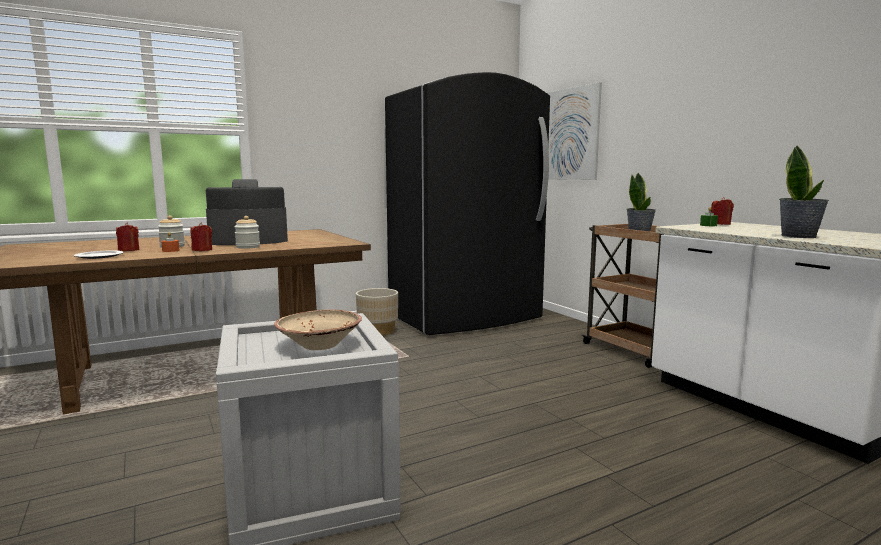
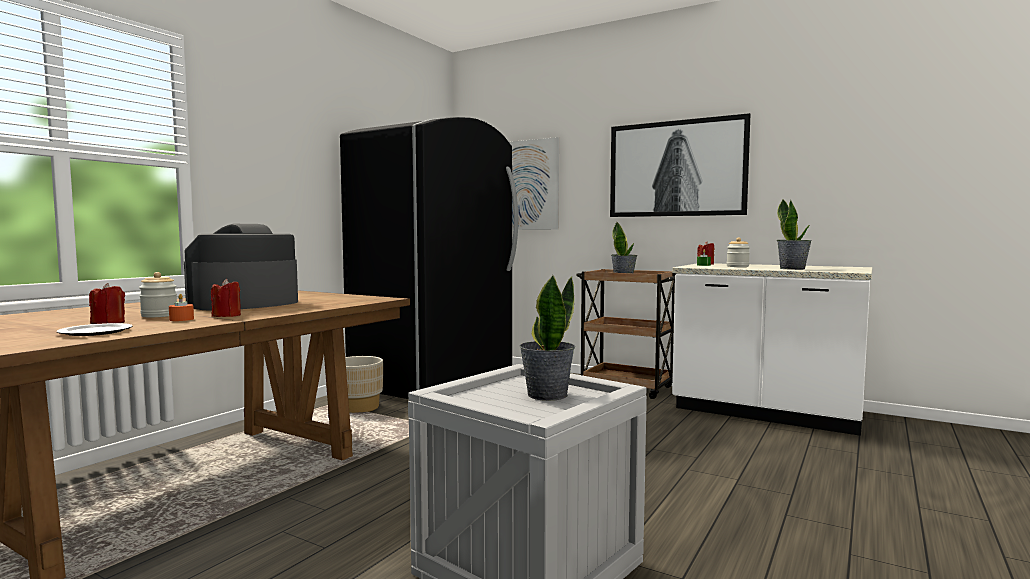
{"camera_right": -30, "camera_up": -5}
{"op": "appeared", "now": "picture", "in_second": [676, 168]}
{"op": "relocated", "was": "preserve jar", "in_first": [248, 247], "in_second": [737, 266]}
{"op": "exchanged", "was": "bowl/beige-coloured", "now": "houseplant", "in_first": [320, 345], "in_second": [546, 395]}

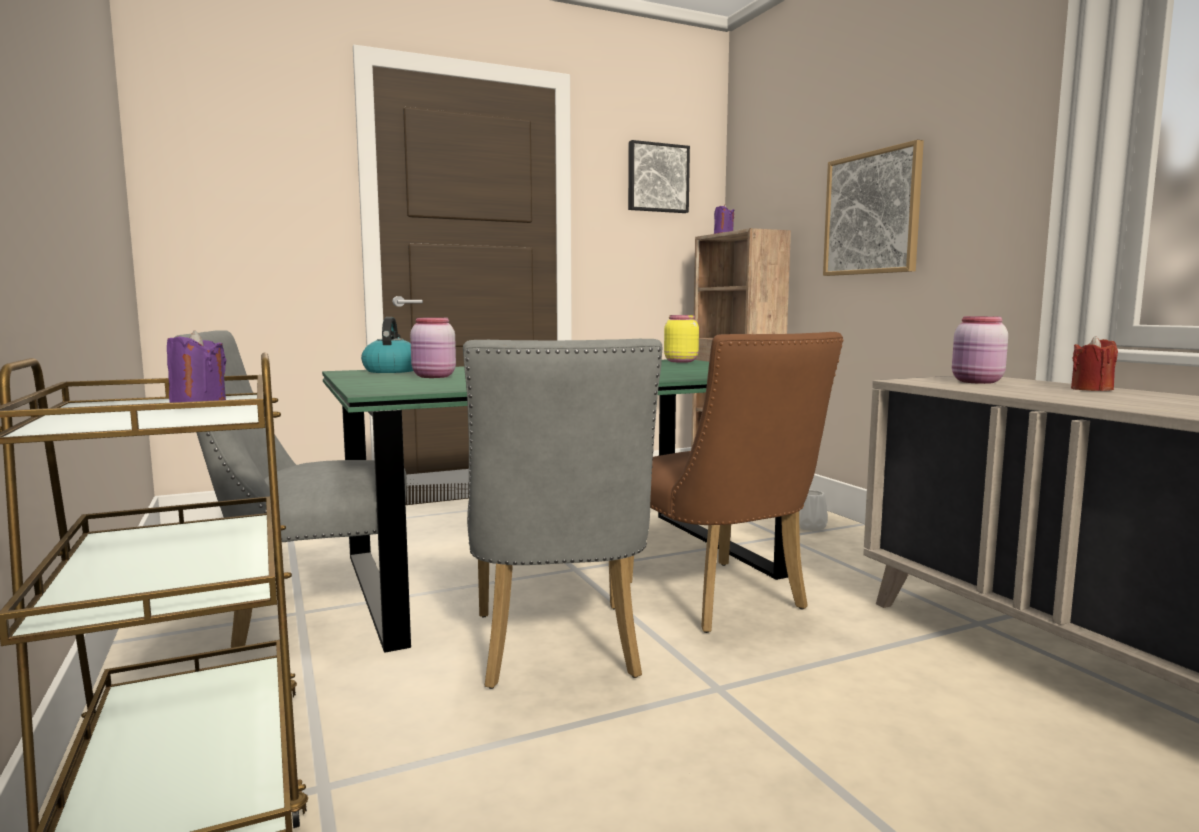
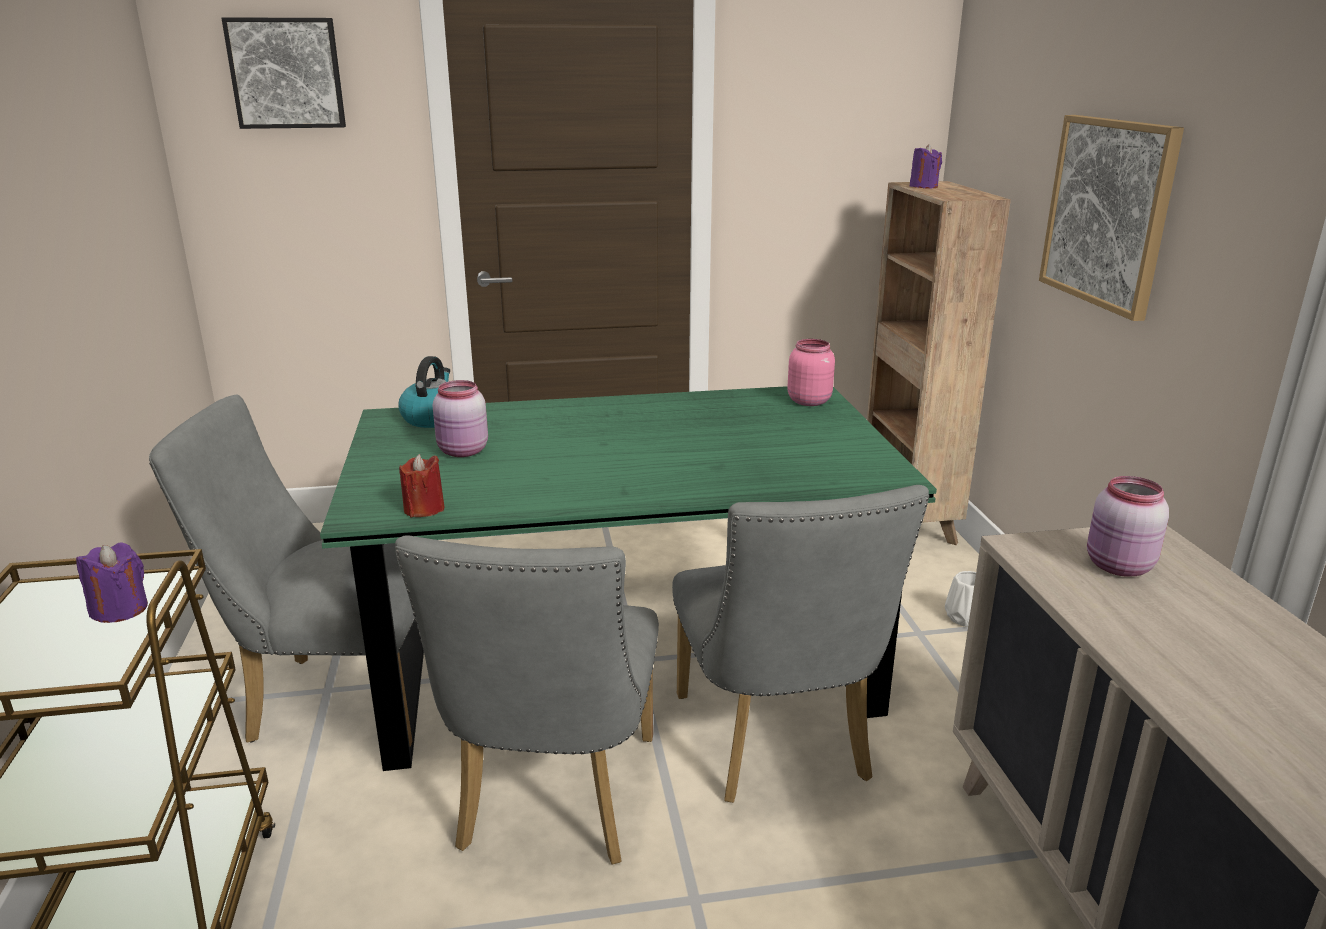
{"camera_right": 15, "camera_up": 15}
{"op": "relocated", "was": "picture", "in_first": [657, 178], "in_second": [286, 73]}
{"op": "relocated", "was": "wax candle/red-coloured", "in_first": [1091, 389], "in_second": [424, 509]}
{"op": "colour", "was": "chair/brown", "now": "chair/greyish", "in_first": [721, 600], "in_second": [776, 747]}
{"op": "colour", "was": "preserve jar/yellow", "now": "preserve jar/pinkish", "in_first": [680, 361], "in_second": [808, 401]}

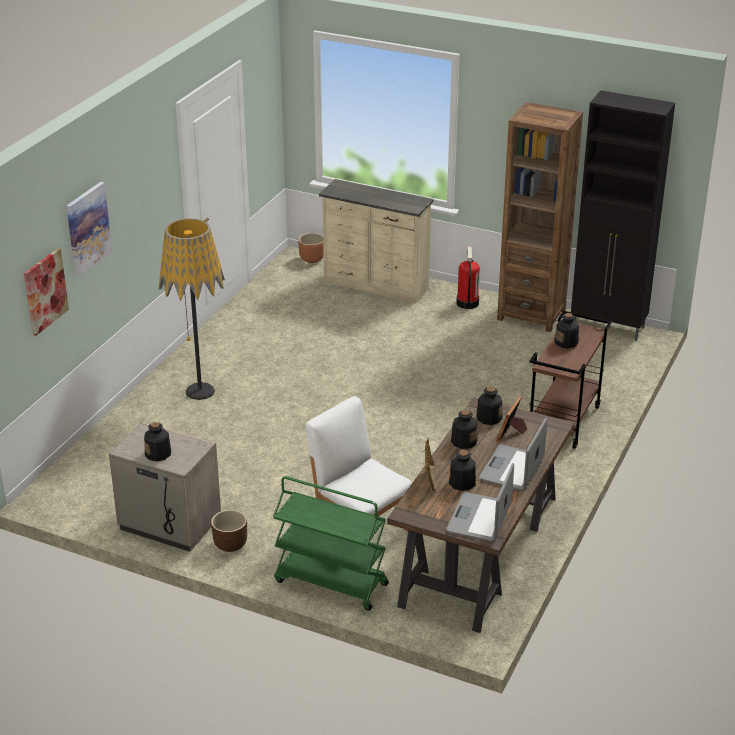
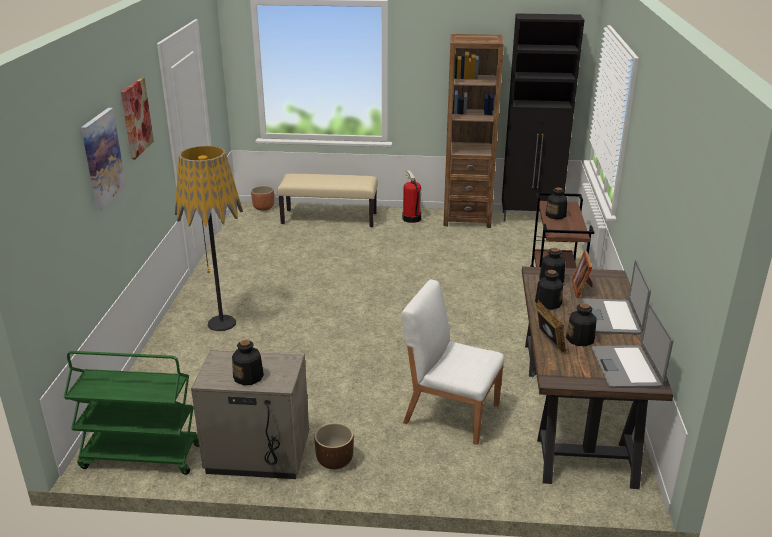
{"camera_right": -20, "camera_up": -5}
{"op": "relocated", "was": "picture", "in_first": [45, 291], "in_second": [136, 118]}
{"op": "relocated", "was": "trolley/greenish", "in_first": [330, 583], "in_second": [140, 456]}
{"op": "exchanged", "was": "drawer chest/beige-coloured", "now": "long seat/beige-coloured", "in_first": [376, 286], "in_second": [329, 218]}

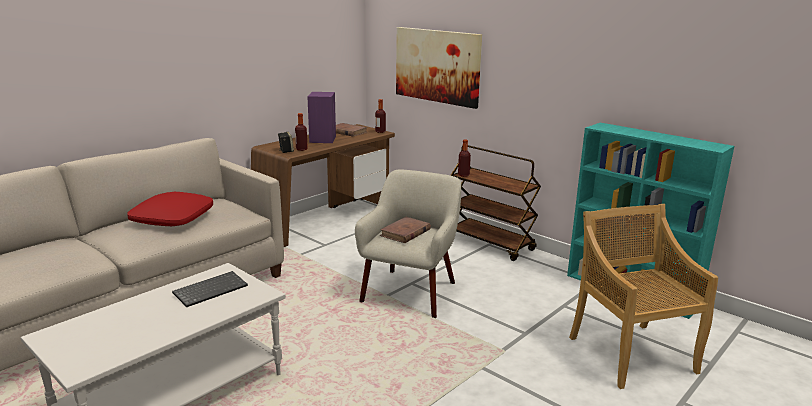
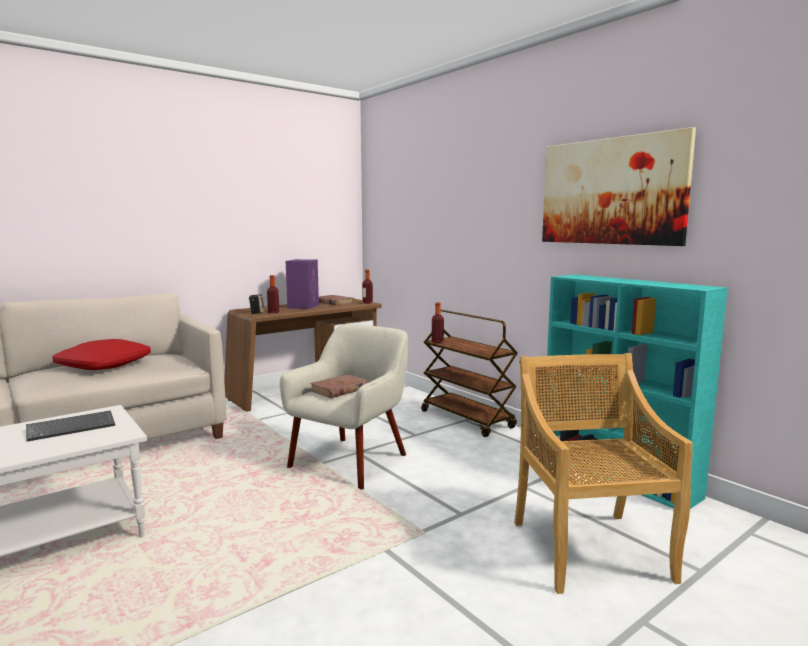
{"camera_right": 10, "camera_up": -10}
{"op": "relocated", "was": "picture", "in_first": [437, 66], "in_second": [611, 191]}

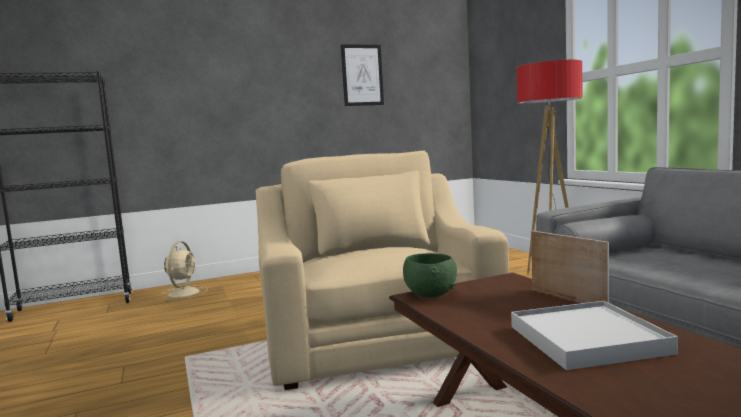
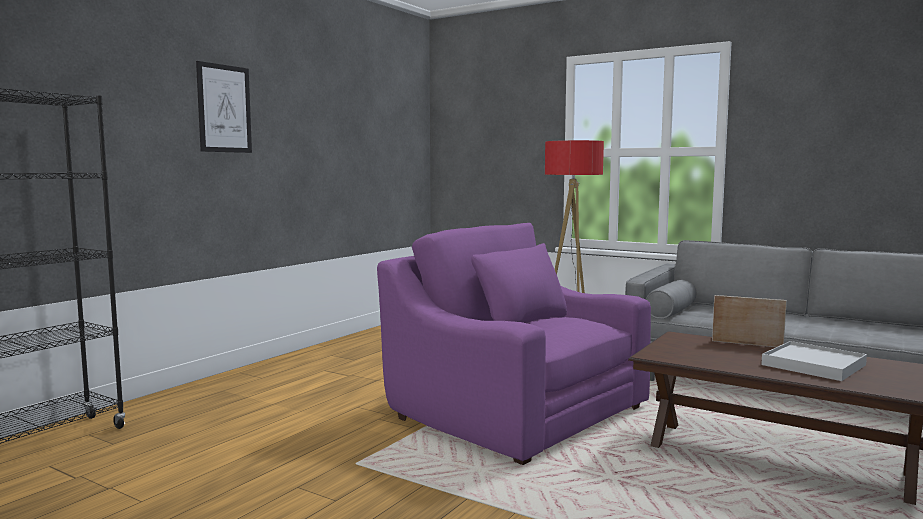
{"camera_right": -35, "camera_up": 0}
{"op": "missing", "was": "cooling fan/beige-coloured", "in_first": [184, 293]}
{"op": "missing", "was": "bowl/greenish", "in_first": [430, 294]}
{"op": "relocated", "was": "picture", "in_first": [362, 75], "in_second": [224, 108]}
{"op": "colour", "was": "easy chair/beige-coloured", "now": "easy chair/purple-coloured", "in_first": [376, 338], "in_second": [515, 411]}

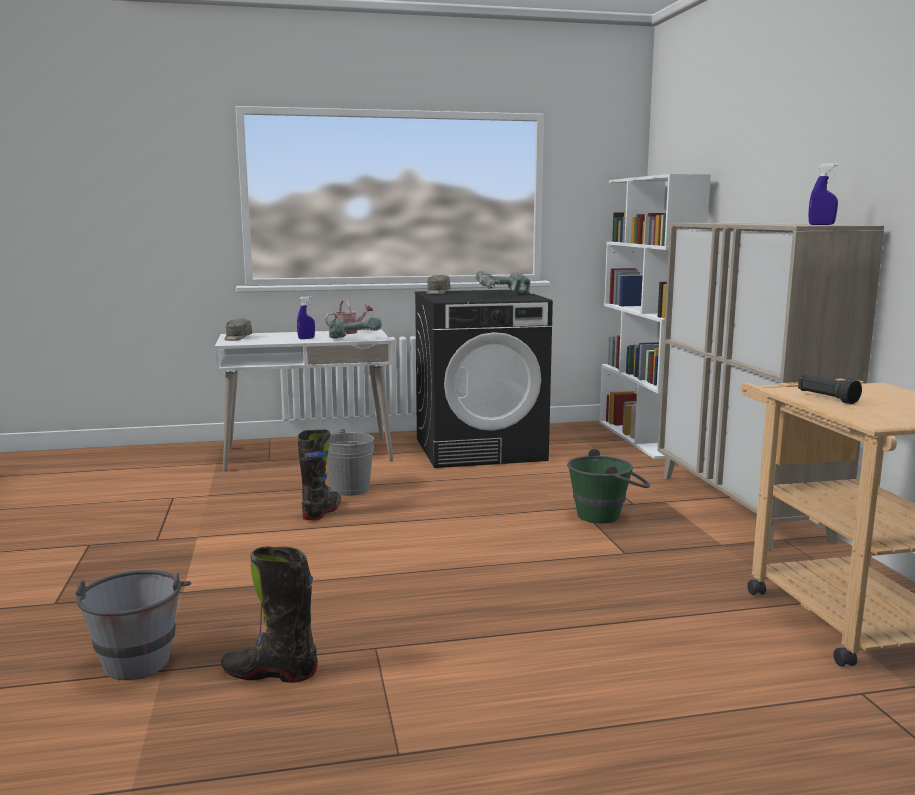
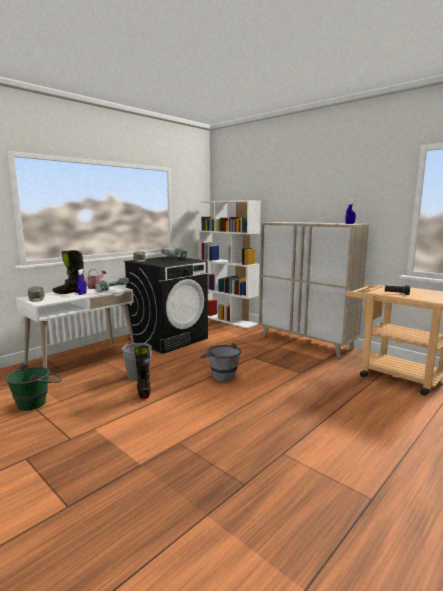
{"camera_right": -35, "camera_up": 0}
{"op": "relocated", "was": "bucket/greyish", "in_first": [138, 656], "in_second": [220, 375]}
{"op": "relocated", "was": "tall boot/black", "in_first": [270, 673], "in_second": [70, 292]}
{"op": "relocated", "was": "bucket/greenish", "in_first": [607, 515], "in_second": [37, 402]}

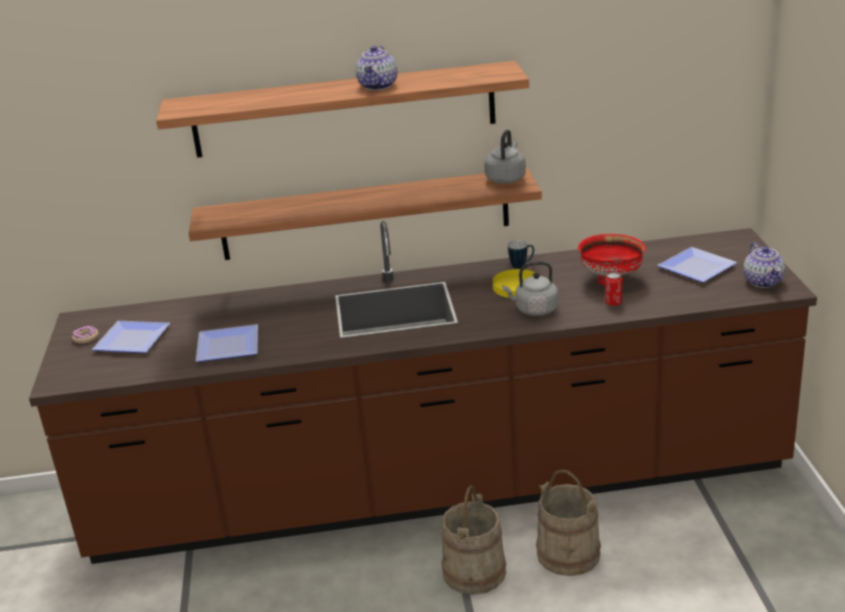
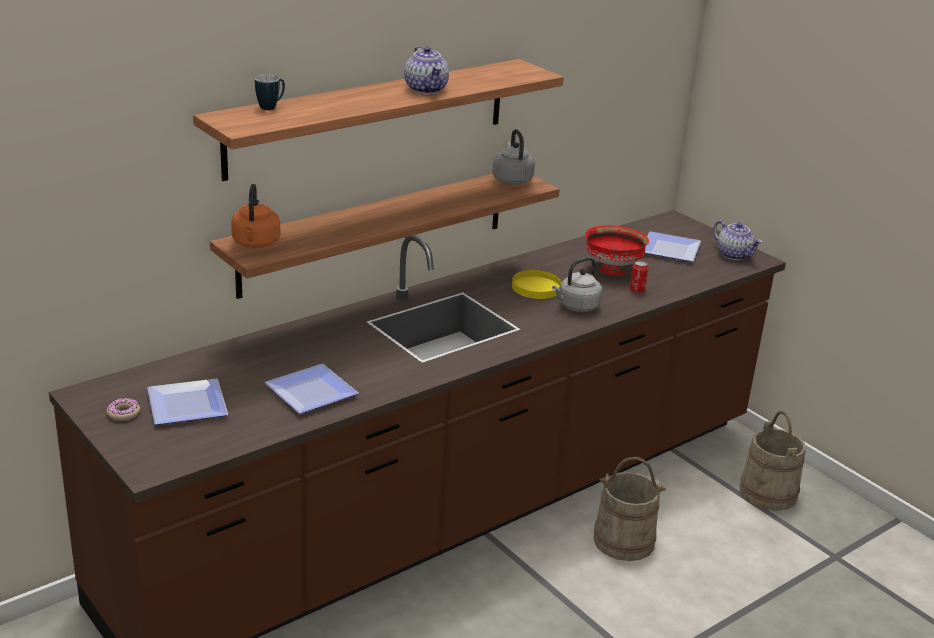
{"camera_right": -35, "camera_up": 0}
{"op": "appeared", "now": "tea kettle/orangey", "in_second": [255, 243]}
{"op": "relocated", "was": "bucket/beige-coloured", "in_first": [474, 572], "in_second": [768, 492]}
{"op": "relocated", "was": "tea mug", "in_first": [521, 266], "in_second": [271, 107]}

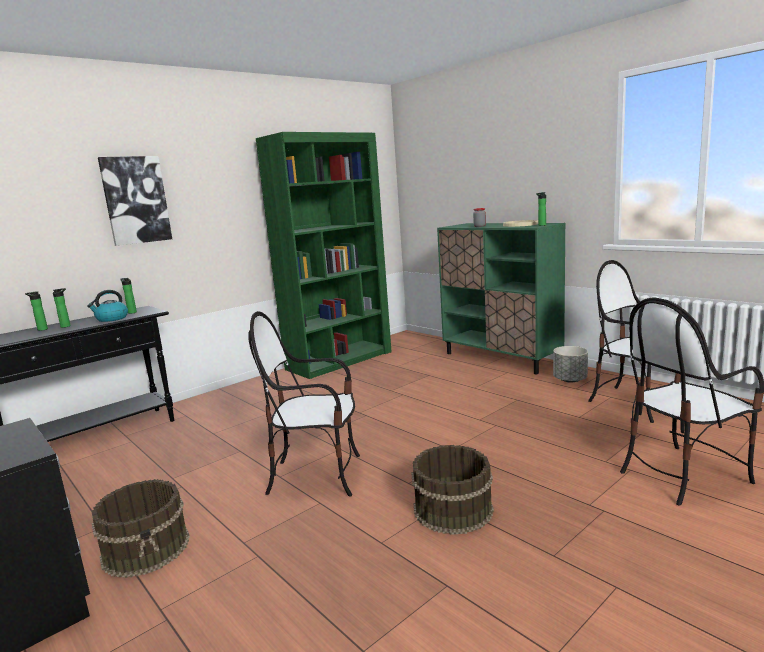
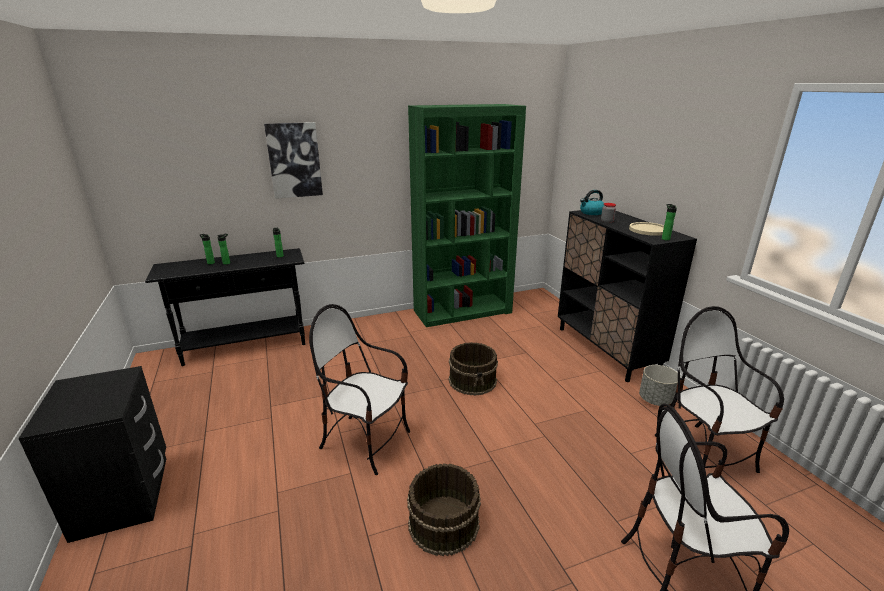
{"camera_right": 20, "camera_up": 10}
{"op": "relocated", "was": "tea kettle", "in_first": [111, 319], "in_second": [591, 213]}
{"op": "relocated", "was": "bucket/brown", "in_first": [147, 548], "in_second": [473, 380]}
{"op": "colour", "was": "storage cabinet/greenish", "now": "storage cabinet/black", "in_first": [501, 358], "in_second": [606, 349]}

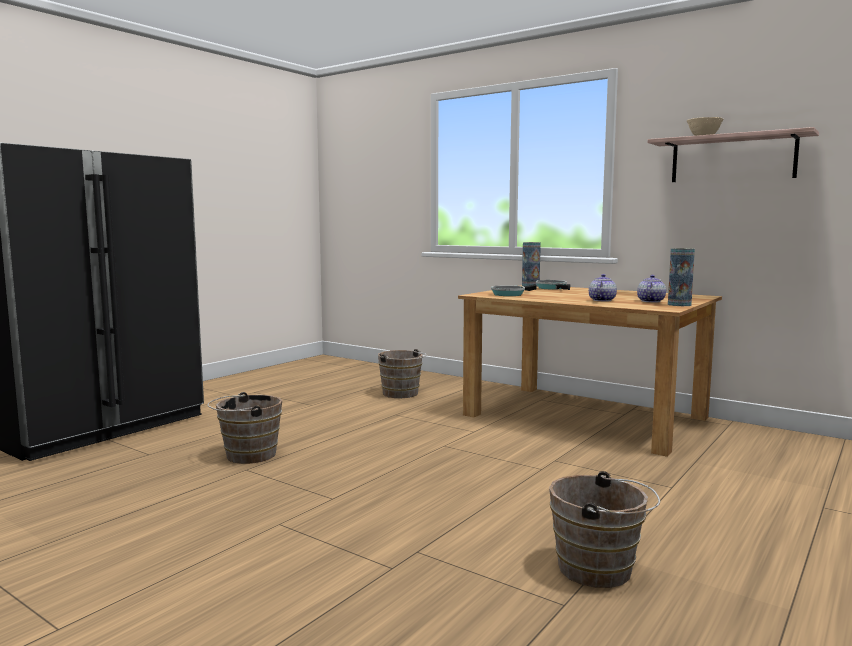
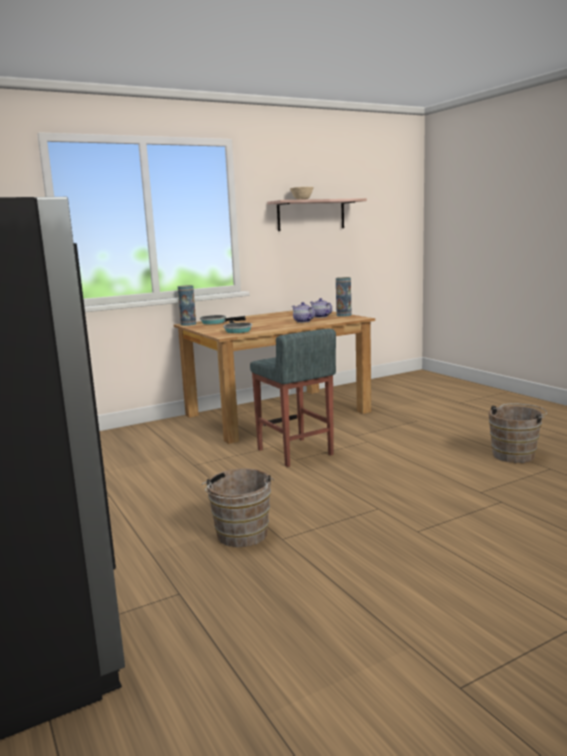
{"camera_right": -65, "camera_up": 5}
{"op": "missing", "was": "bucket/brown", "in_first": [402, 394]}
{"op": "appeared", "now": "stool seat/greyish", "in_second": [295, 452]}

